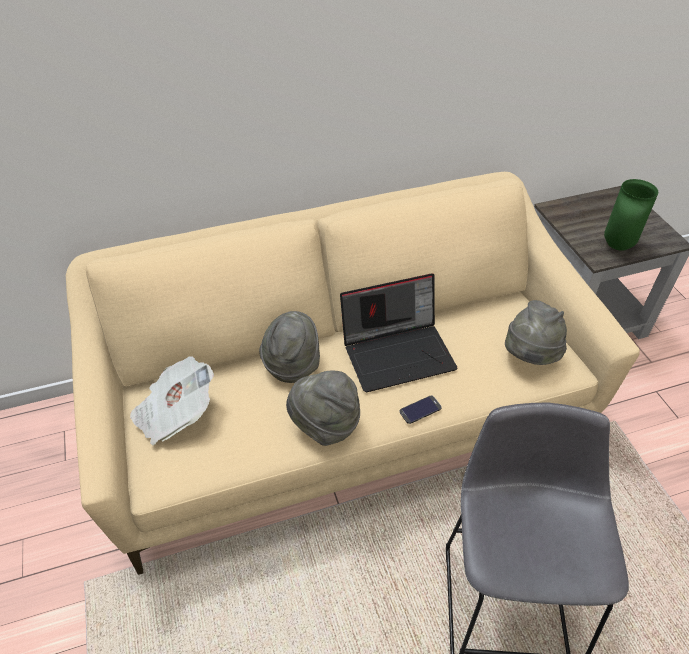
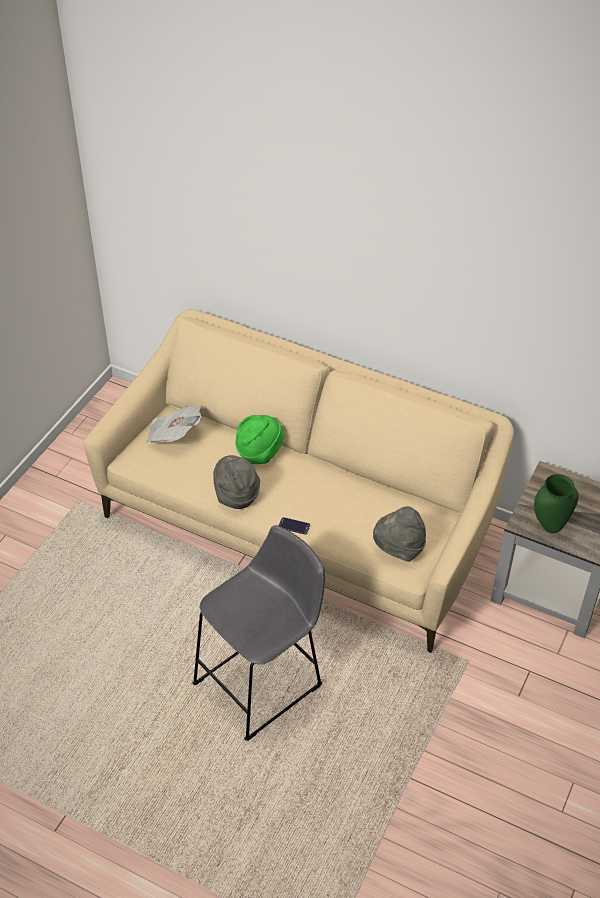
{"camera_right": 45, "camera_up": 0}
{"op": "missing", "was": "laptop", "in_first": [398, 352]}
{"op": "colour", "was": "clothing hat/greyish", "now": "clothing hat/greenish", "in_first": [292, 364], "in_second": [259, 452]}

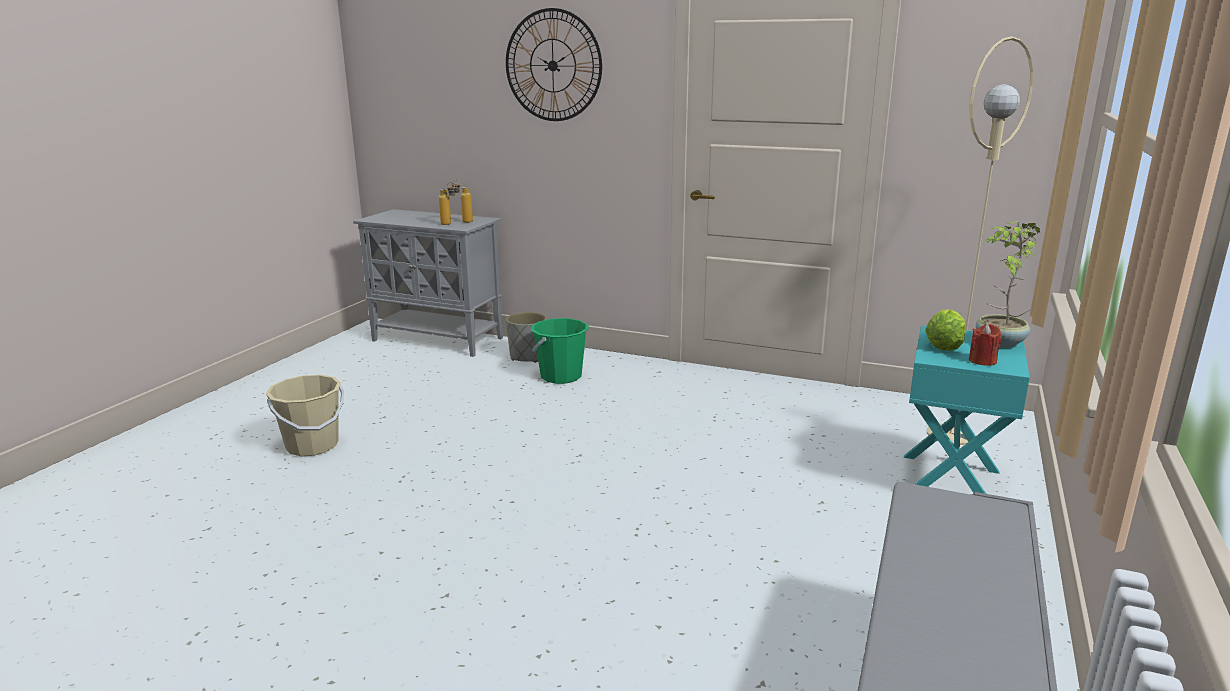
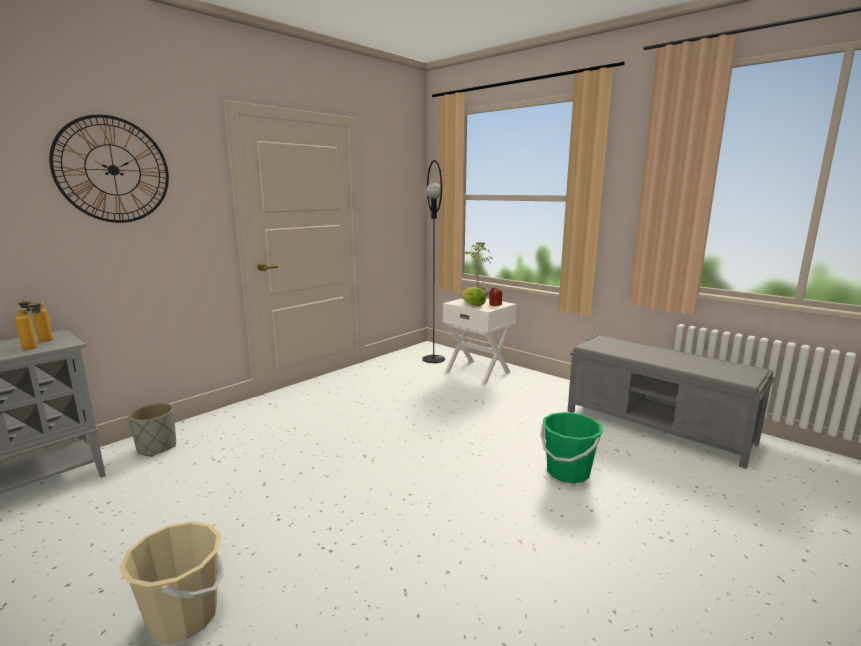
{"camera_right": -70, "camera_up": -5}
{"op": "relocated", "was": "bucket/greenish", "in_first": [561, 376], "in_second": [568, 472]}
{"op": "colour", "was": "bedside table/blue-green", "now": "bedside table/whitish", "in_first": [951, 485], "in_second": [478, 372]}
{"op": "colour", "was": "standing lamp/beige-coloured", "now": "standing lamp/black", "in_first": [950, 435], "in_second": [433, 359]}

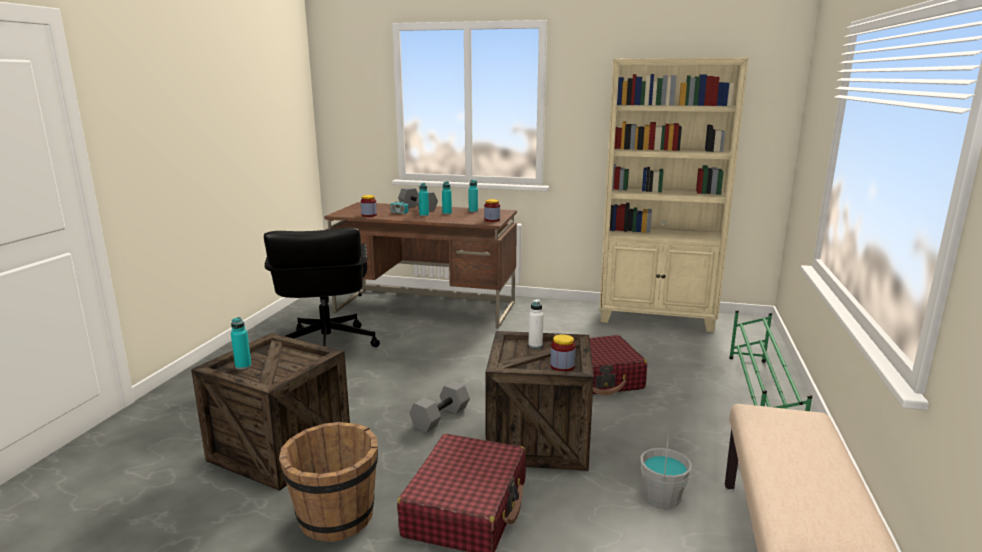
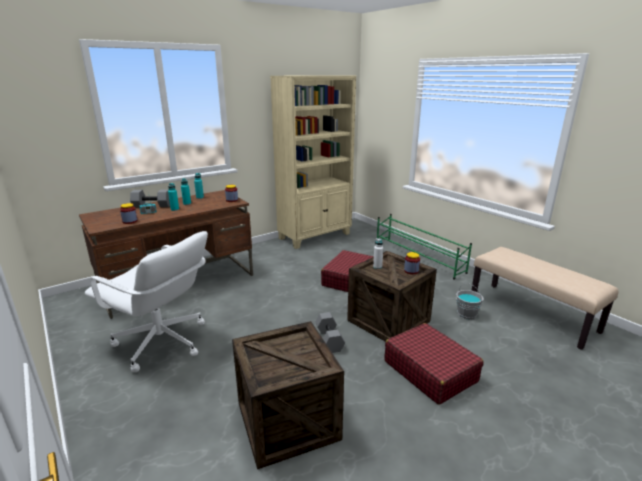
{"camera_right": -50, "camera_up": 5}
{"op": "missing", "was": "bottle/blue-green", "in_first": [243, 366]}
{"op": "missing", "was": "bucket/brown", "in_first": [335, 518]}
{"op": "colour", "was": "computer chair/black", "now": "computer chair/whitish", "in_first": [326, 346], "in_second": [161, 343]}

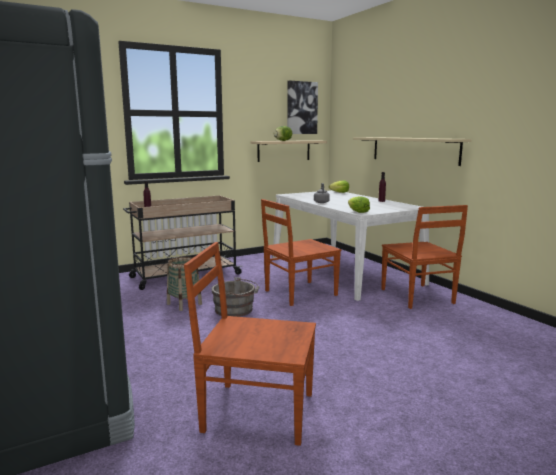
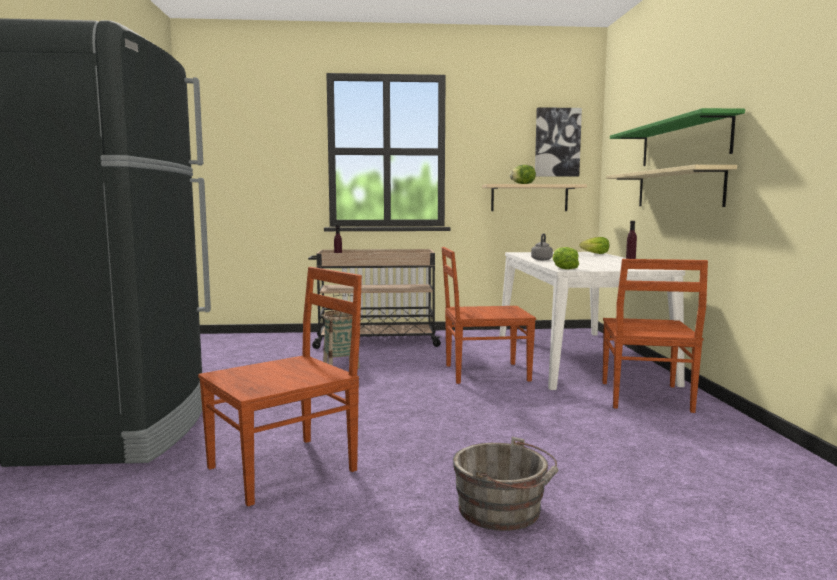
{"camera_right": 25, "camera_up": -5}
{"op": "appeared", "now": "bracket shelf/greenish", "in_second": [683, 142]}
{"op": "relocated", "was": "bucket/greyish", "in_first": [236, 310], "in_second": [504, 511]}
{"op": "spun", "was": "chair/brown", "in_first": [256, 411], "in_second": [286, 468], "clockwise": 105}

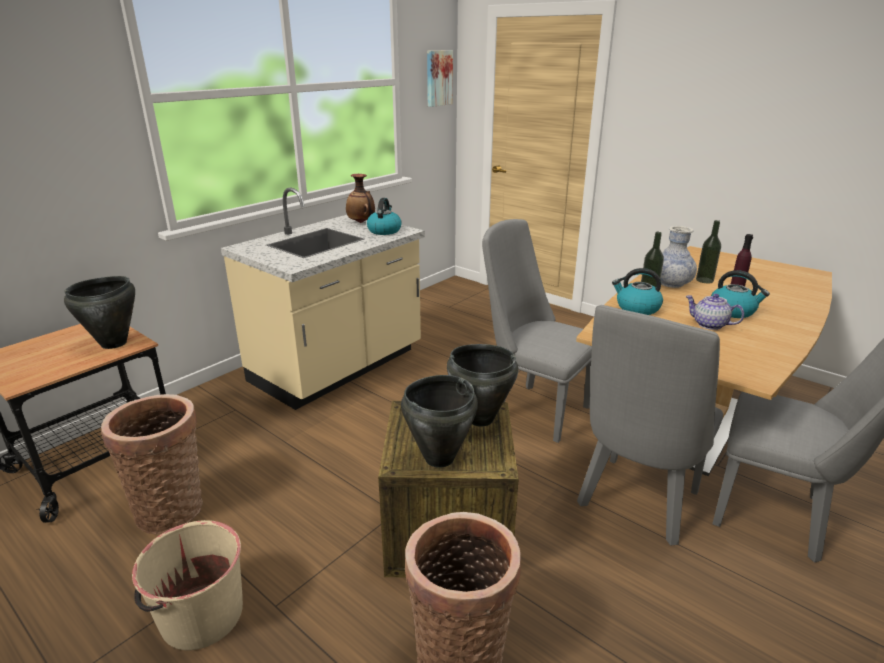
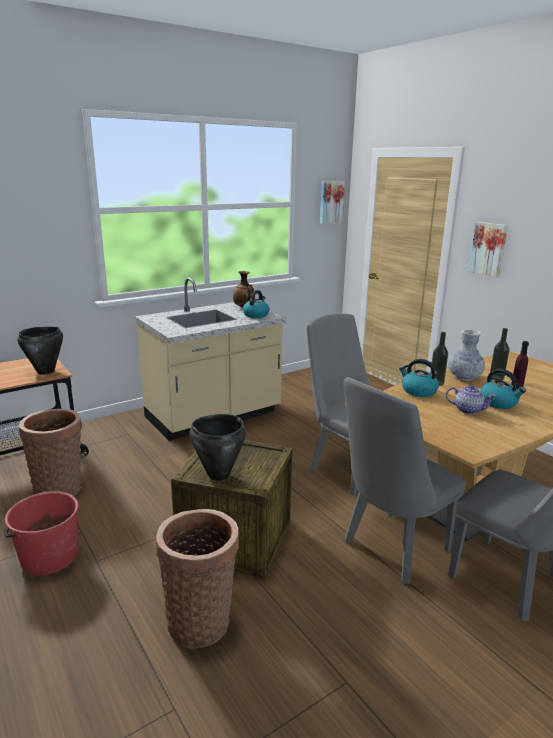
{"camera_right": 15, "camera_up": -5}
{"op": "missing", "was": "stockpot/black", "in_first": [479, 418]}
{"op": "appeared", "now": "picture", "in_second": [489, 249]}
{"op": "colour", "was": "bucket/beige-coloured", "now": "bucket/red-coloured", "in_first": [201, 616], "in_second": [49, 557]}
{"op": "spun", "was": "teapot", "in_first": [709, 325], "in_second": [468, 410], "clockwise": 150}

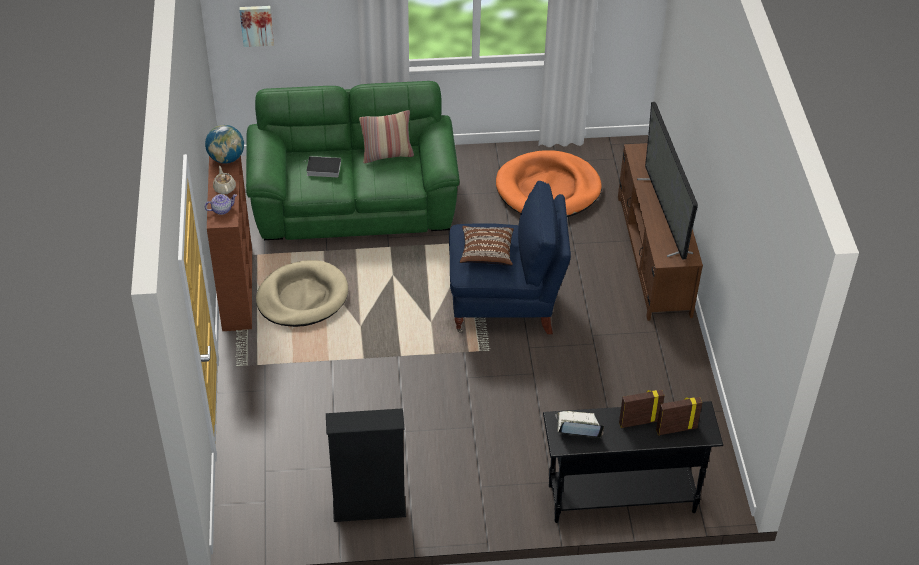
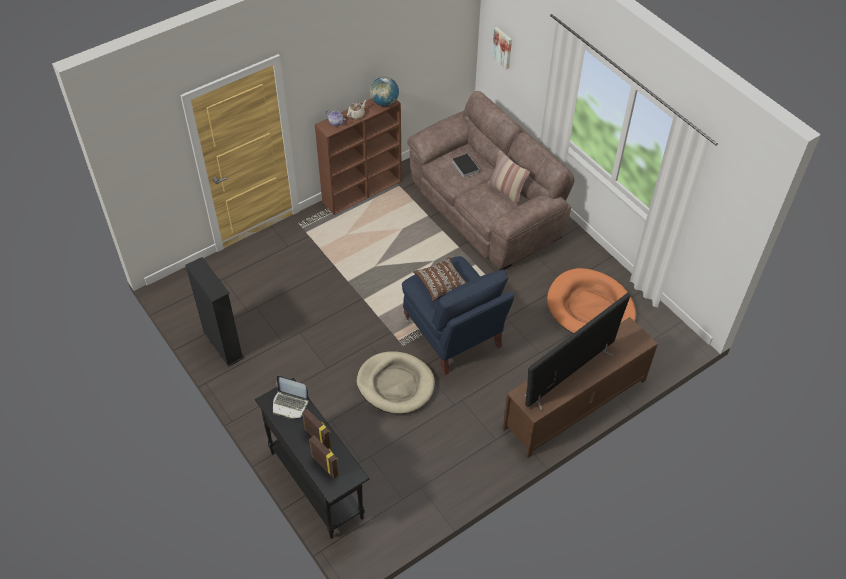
{"camera_right": 60, "camera_up": 5}
{"op": "relocated", "was": "dog bed/beige-coloured", "in_first": [302, 297], "in_second": [395, 384]}
{"op": "colour", "was": "sofa/greenish", "now": "sofa/brown", "in_first": [354, 200], "in_second": [487, 208]}
{"op": "spun", "was": "laptop", "in_first": [578, 428], "in_second": [290, 404], "clockwise": 135}

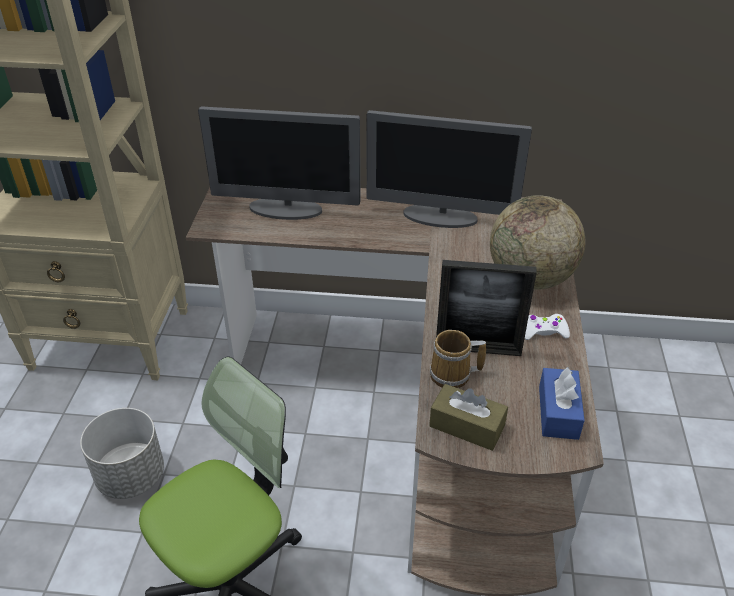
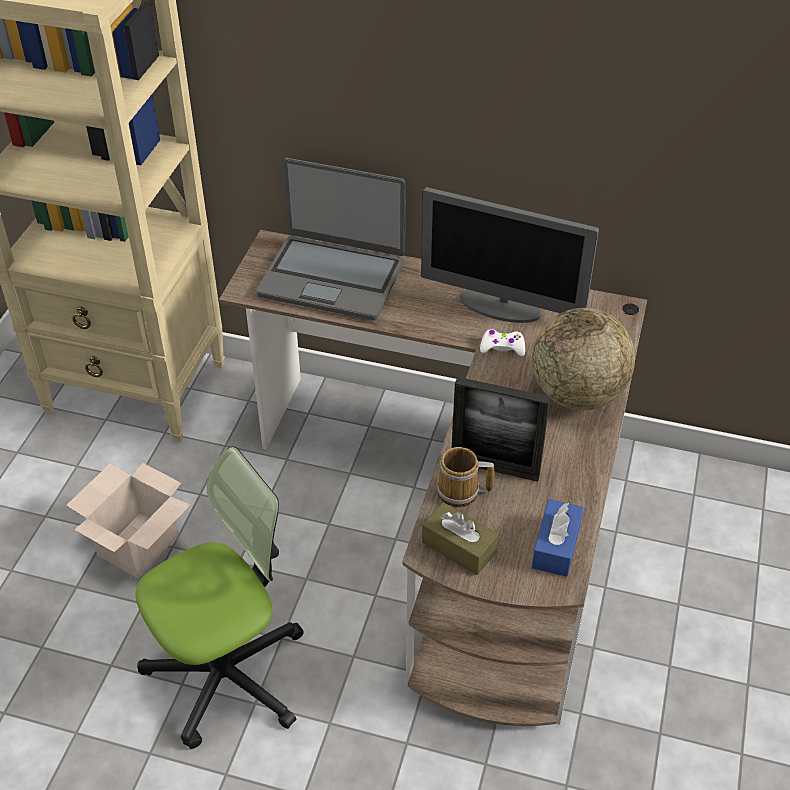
{"camera_right": 10, "camera_up": 5}
{"op": "relocated", "was": "gamepad/whitish", "in_first": [544, 331], "in_second": [502, 347]}
{"op": "exchanged", "was": "planter/greyish", "now": "packing box", "in_first": [131, 475], "in_second": [138, 543]}
{"op": "exchanged", "was": "computer screen", "now": "laptop", "in_first": [286, 209], "in_second": [332, 278]}

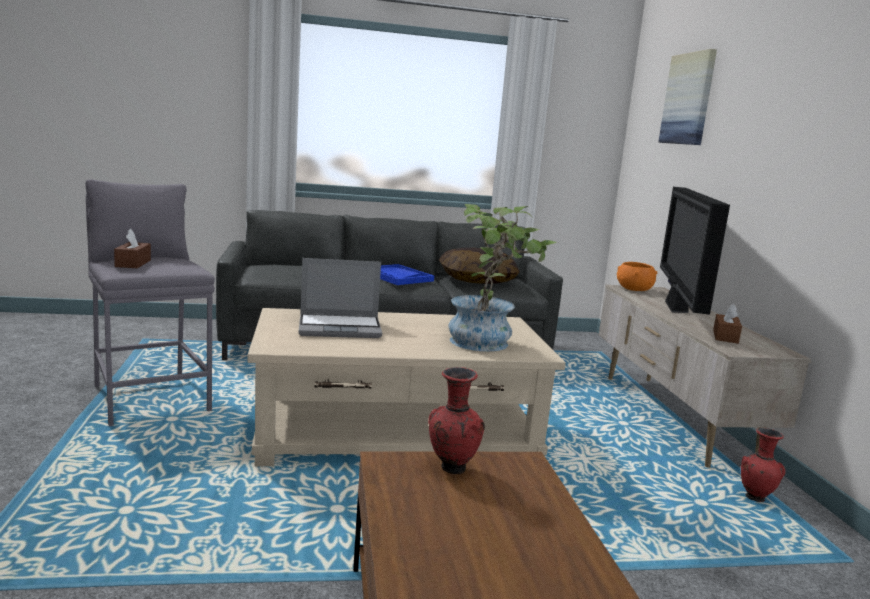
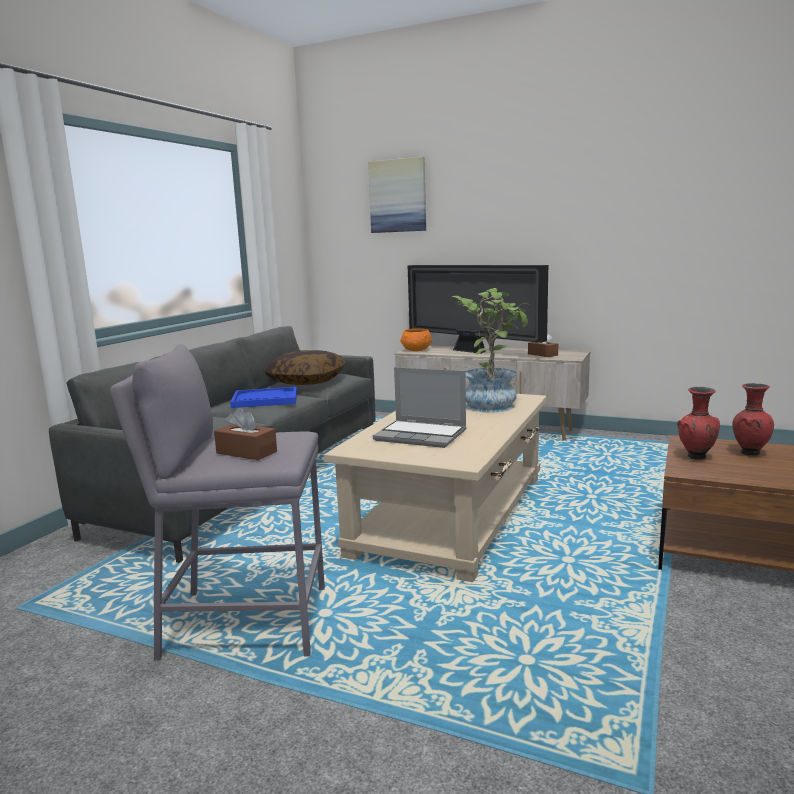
{"camera_right": -55, "camera_up": 0}
{"op": "relocated", "was": "decorative vase/red-coloured", "in_first": [755, 498], "in_second": [749, 453]}
{"op": "spun", "was": "laptop", "in_first": [341, 328], "in_second": [422, 435], "clockwise": 90}

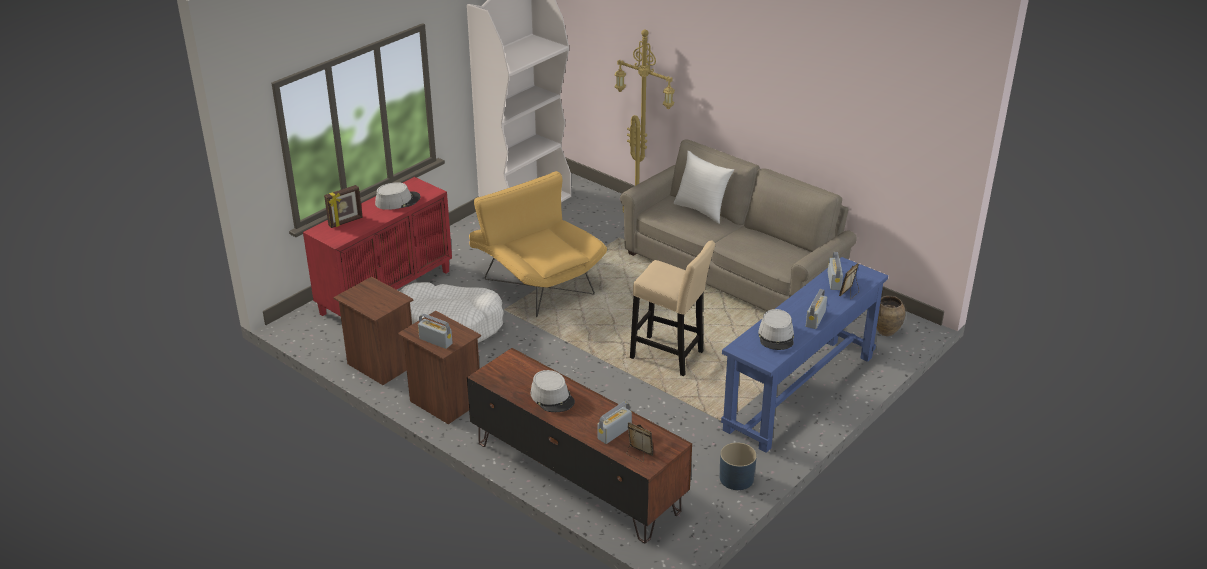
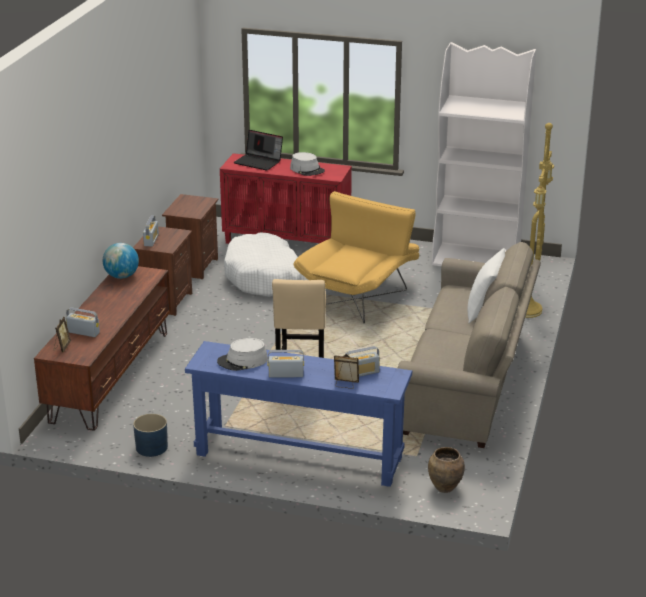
{"camera_right": 65, "camera_up": -5}
{"op": "missing", "was": "clothing hat/greyish", "in_first": [552, 397]}
{"op": "appeared", "now": "world globe", "in_second": [121, 276]}
{"op": "exchanged", "was": "photo frame", "now": "laptop", "in_first": [346, 222], "in_second": [259, 162]}

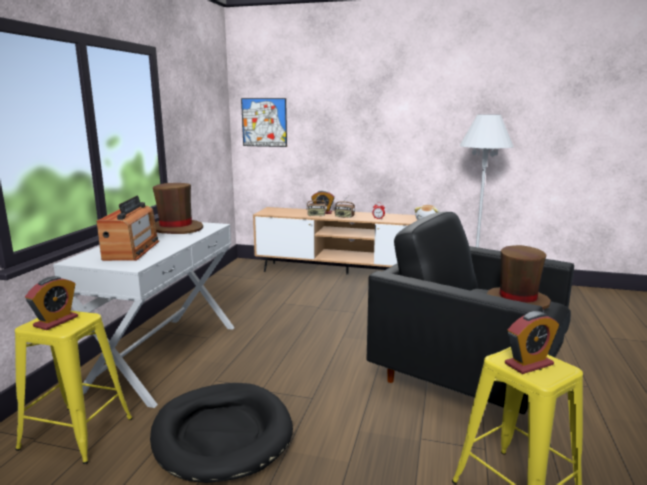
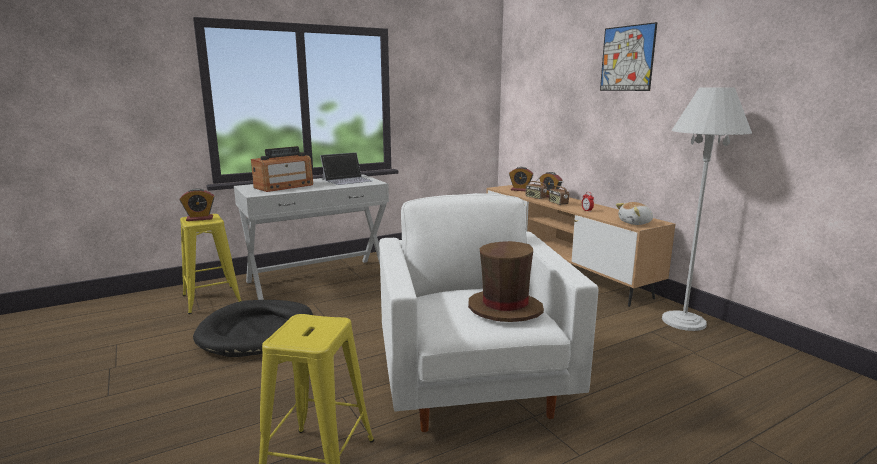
{"camera_right": 45, "camera_up": 0}
{"op": "relocated", "was": "picture", "in_first": [264, 122], "in_second": [627, 58]}
{"op": "relocated", "was": "table clock", "in_first": [528, 364], "in_second": [520, 190]}
{"op": "exchanged", "was": "clothing hat/brown", "now": "laptop", "in_first": [176, 229], "in_second": [347, 180]}
{"op": "colour", "was": "easy chair/black", "now": "easy chair/whitish", "in_first": [467, 378], "in_second": [473, 384]}

